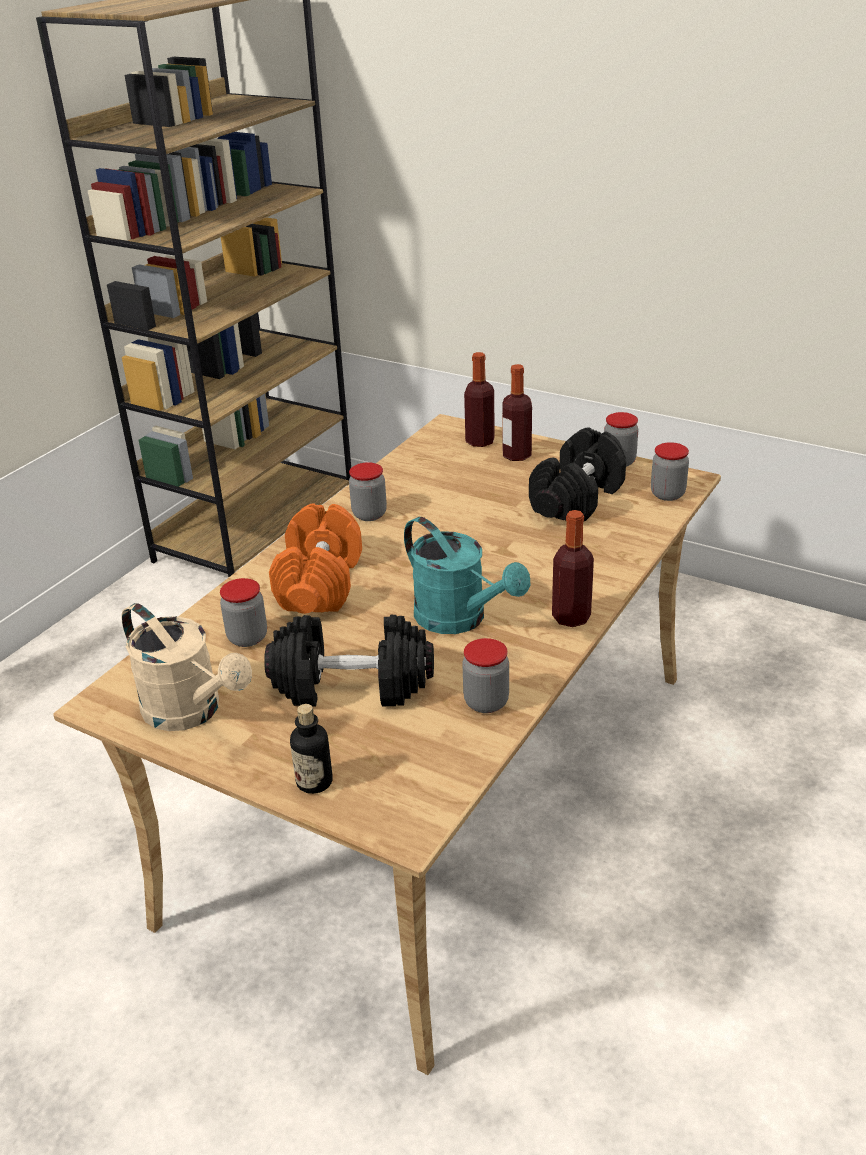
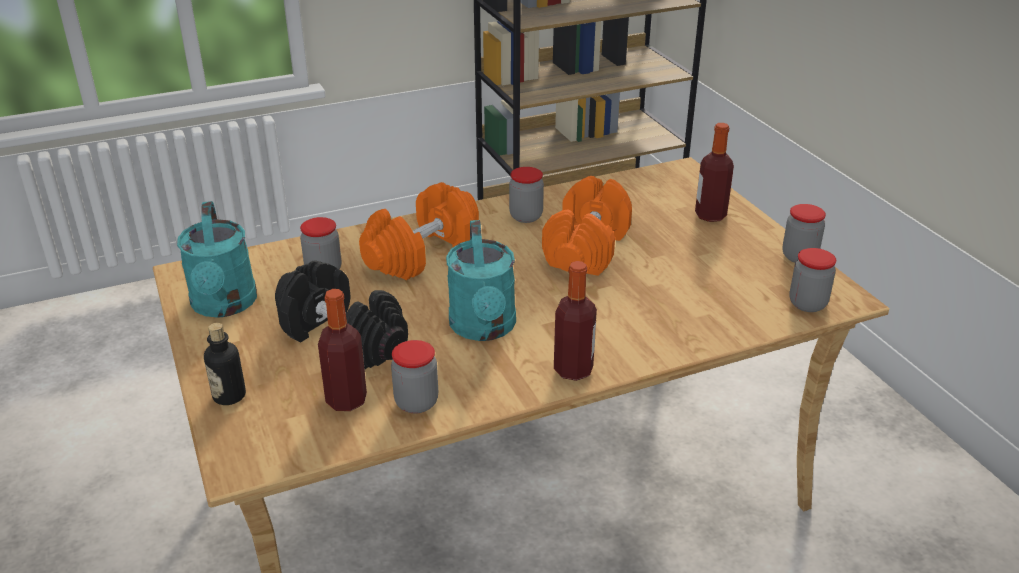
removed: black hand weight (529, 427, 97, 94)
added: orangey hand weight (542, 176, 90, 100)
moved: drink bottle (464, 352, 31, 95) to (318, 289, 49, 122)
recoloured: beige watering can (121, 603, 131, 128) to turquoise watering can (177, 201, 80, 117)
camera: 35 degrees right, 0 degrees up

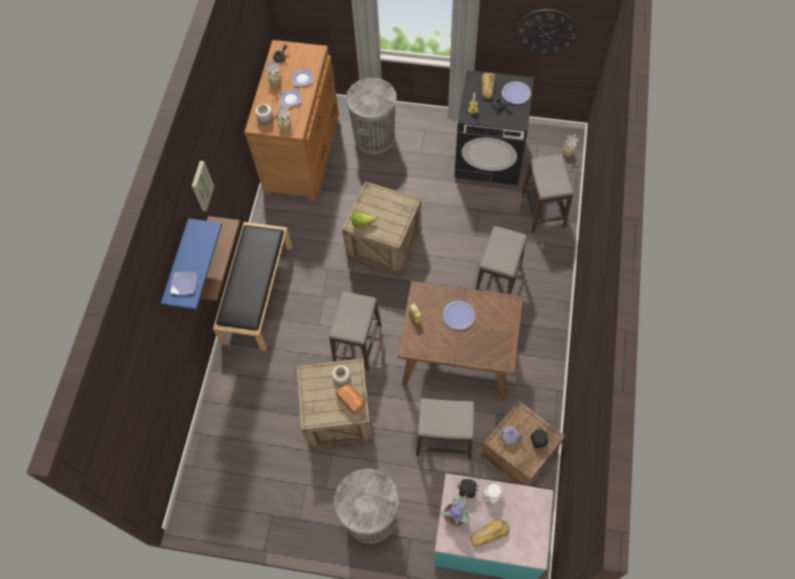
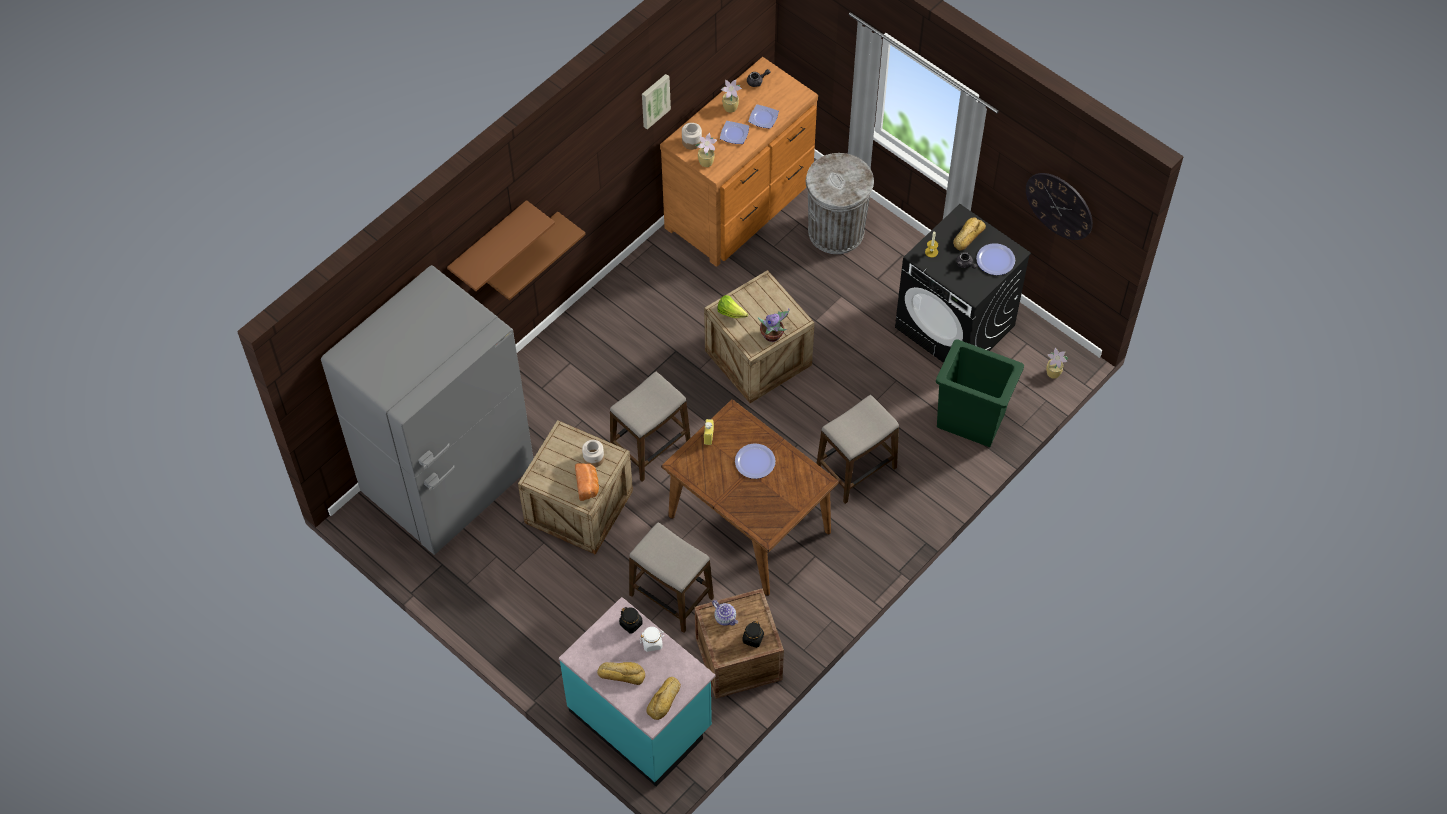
removed: plate (171, 272, 26, 23); black long seat (213, 222, 79, 129); gray waste bin (334, 469, 65, 75)
added: gray refrigerator (321, 265, 213, 290); baked bread (646, 677, 35, 43)
moved: wall picture (192, 161, 22, 50) to (642, 74, 29, 55); potted plant (440, 494, 31, 33) to (758, 308, 32, 34)
replaced: stool (522, 155, 51, 78) to greenish waste bin (936, 339, 88, 108)
recoloured: bluish shelf (161, 218, 61, 92) to brownish shelf (447, 200, 108, 91)
camera: 30 degrees right, 5 degrees down

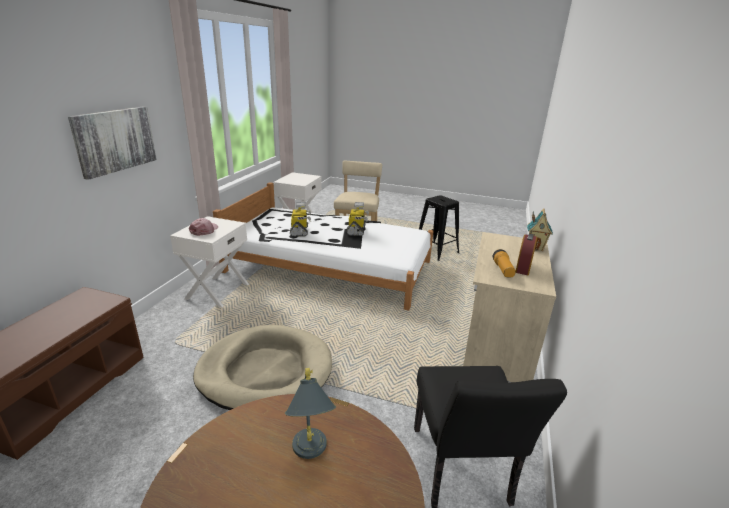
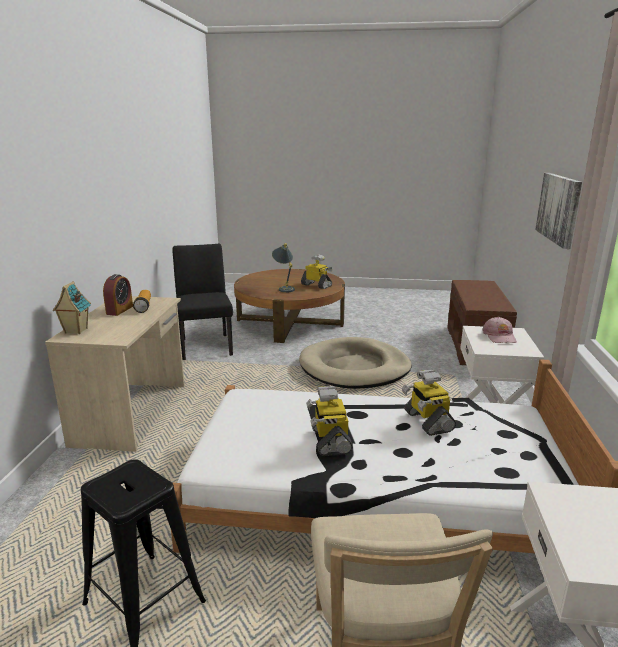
added: toy robot (301, 254, 32, 35)
camera: 170 degrees right, 5 degrees down

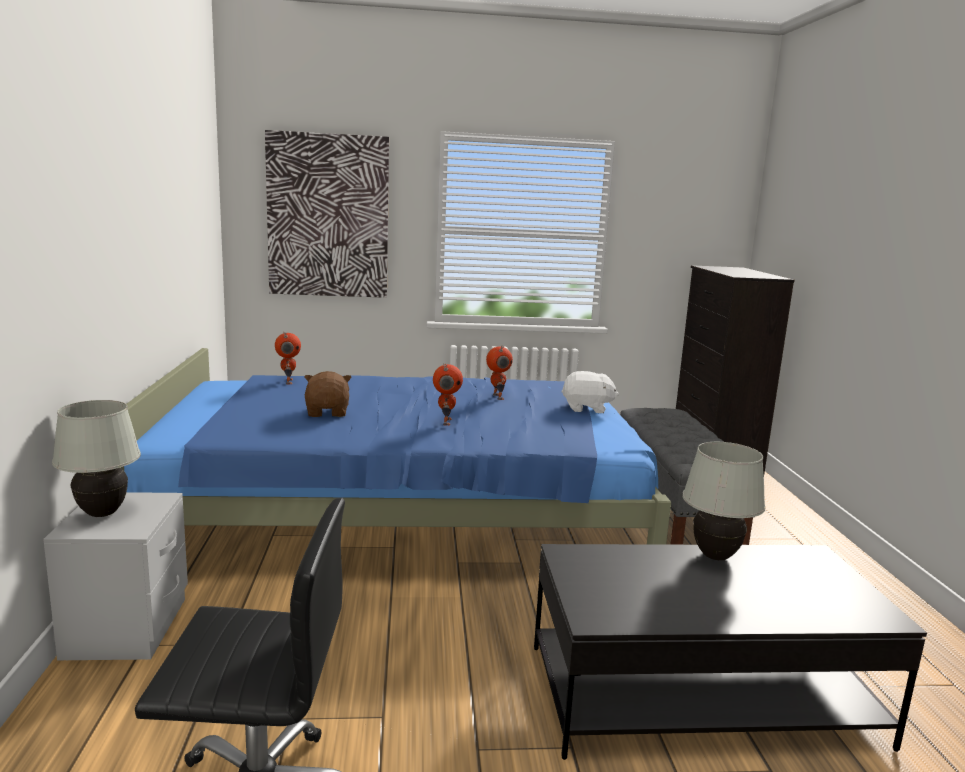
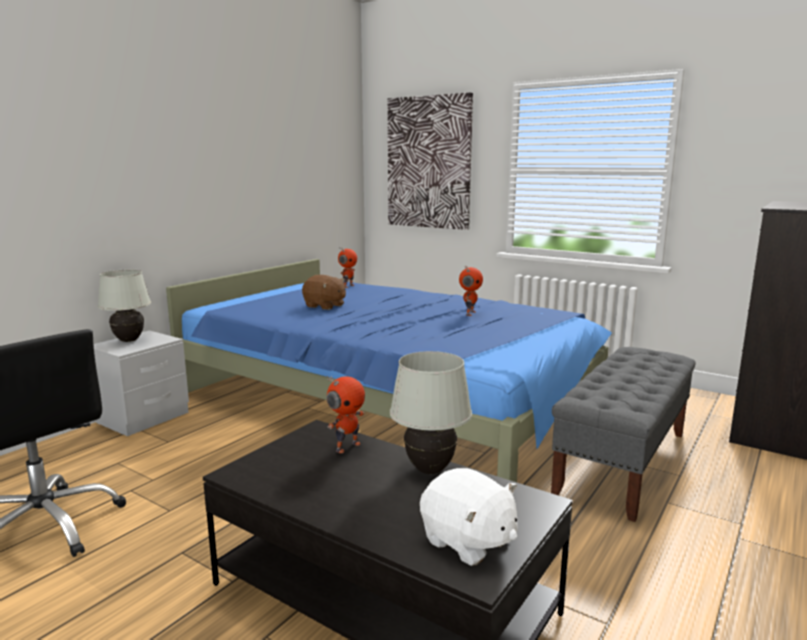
moved: toy robot (433, 363, 30, 63) to (327, 376, 38, 77); whitish plush toy (561, 371, 58, 42) to (420, 468, 97, 98)
turned: brownish plush toy (304, 371, 48, 46) = (302, 275, 44, 35) 90 degrees clockwise
camera: 40 degrees right, 0 degrees up

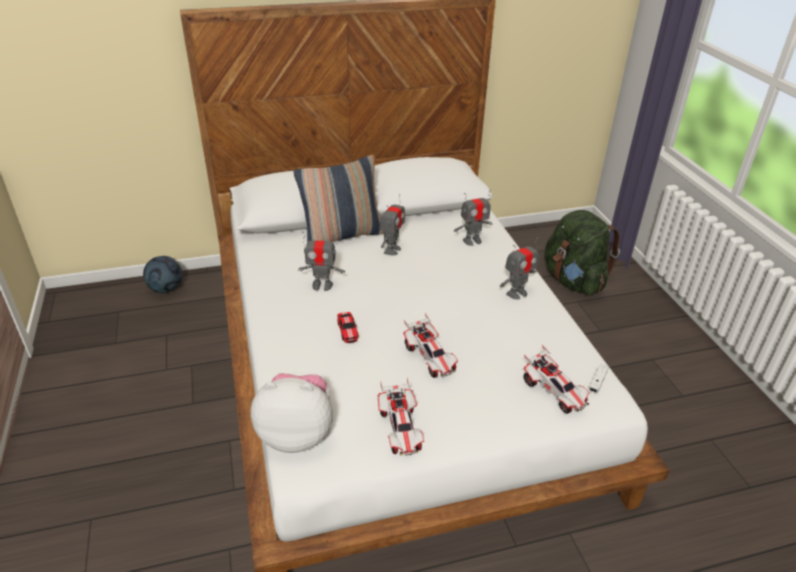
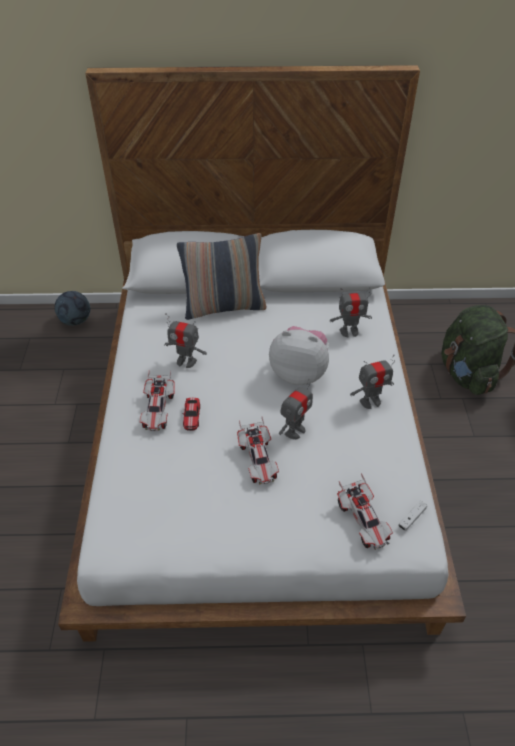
moved: plush toy (250, 373, 83, 80) to (269, 326, 60, 59); toy car (378, 378, 46, 78) to (140, 371, 35, 60); toy robot (379, 194, 26, 62) to (279, 379, 34, 61)
camera: 15 degrees right, 10 degrees up

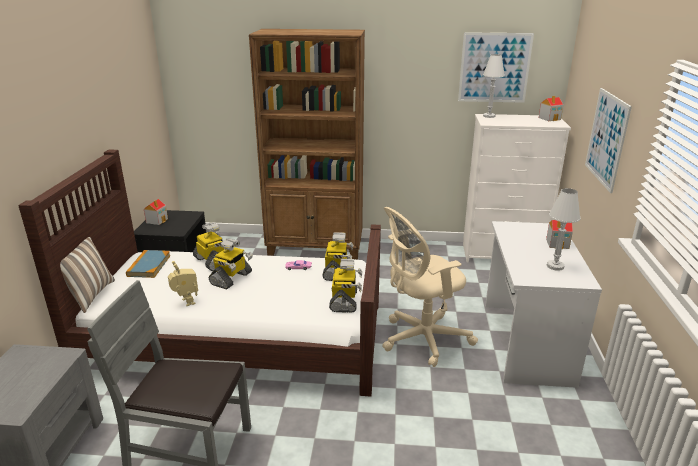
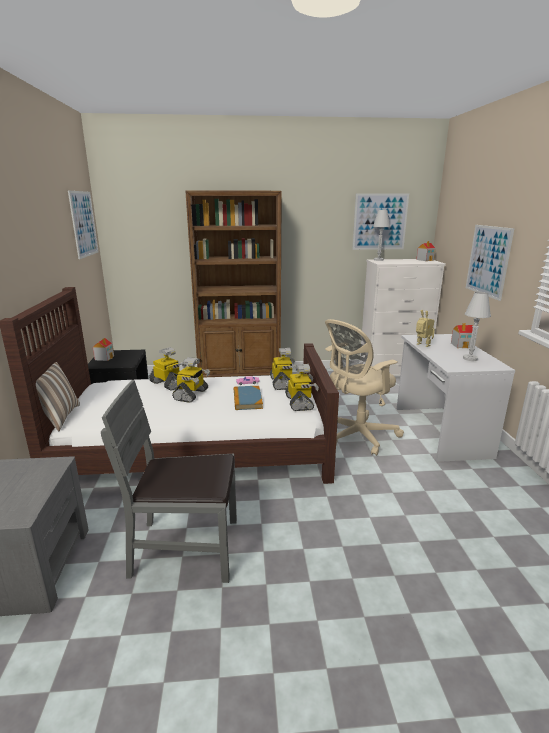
added: wall picture (68, 191, 31, 68)
moved: bound book (126, 250, 44, 28) to (234, 386, 29, 24); toy robot (168, 261, 30, 45) to (416, 310, 19, 37)
camera: 10 degrees left, 5 degrees down

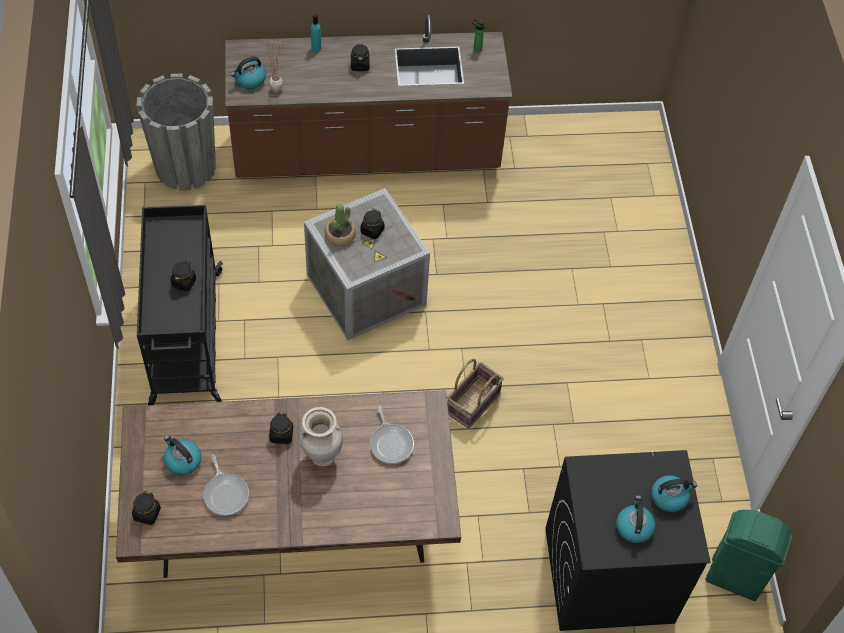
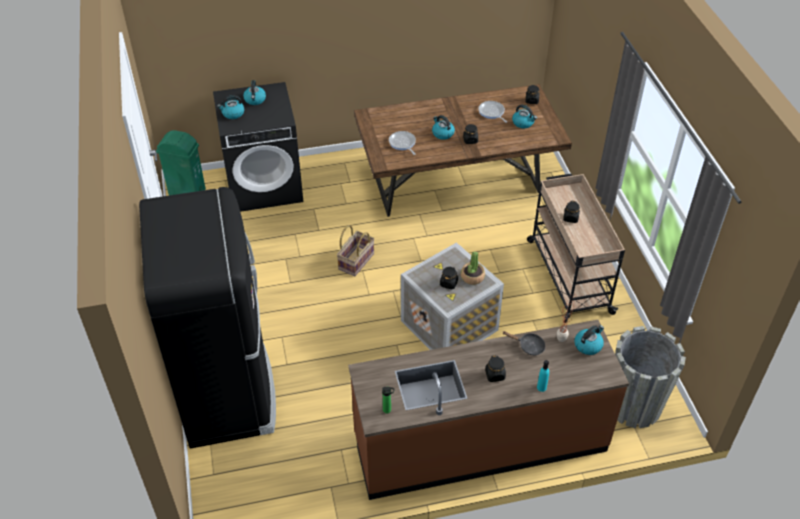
added: black refrigerator (139, 187, 137, 261); black pan (502, 331, 44, 24)
replaced: beige vase (300, 407, 43, 59) to tea kettle (432, 115, 23, 25)
recoloured: black wheeled cart (137, 205, 86, 200) to beige wheeled cart (527, 174, 98, 149)
camera: 175 degrees right, 10 degrees down

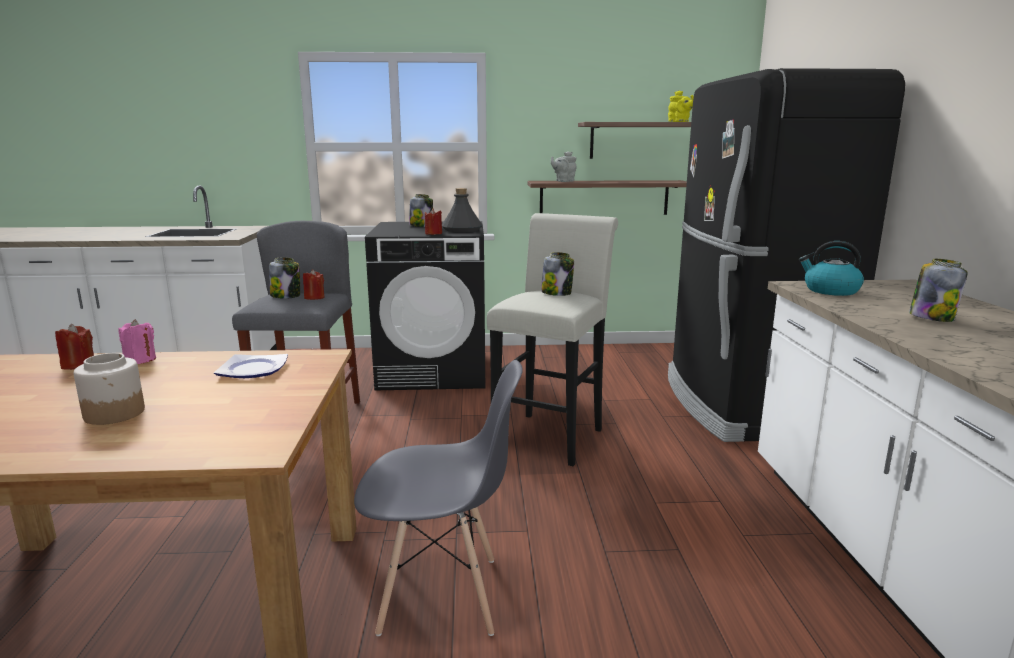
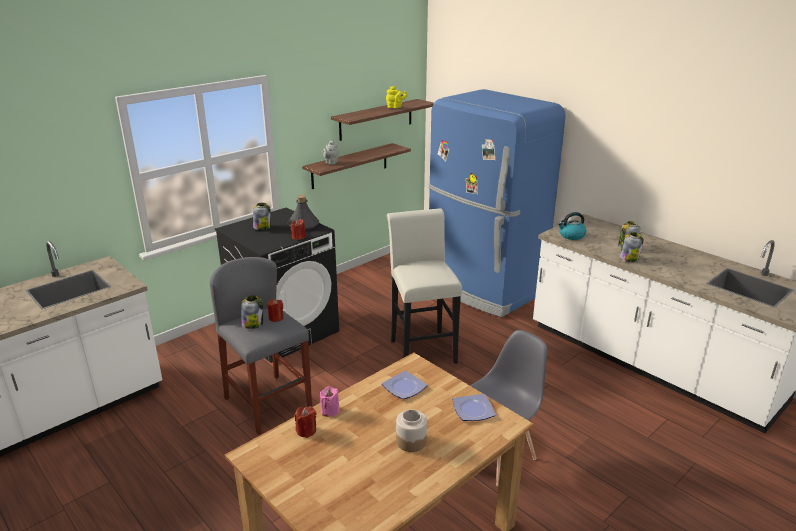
added: plate (452, 394, 44, 27)
moved: preserve jar (541, 252, 33, 44) to (620, 232, 24, 30)
recoloured: black refrigerator (668, 68, 237, 374) to bluish refrigerator (428, 89, 138, 228)
camera: 40 degrees left, 10 degrees up

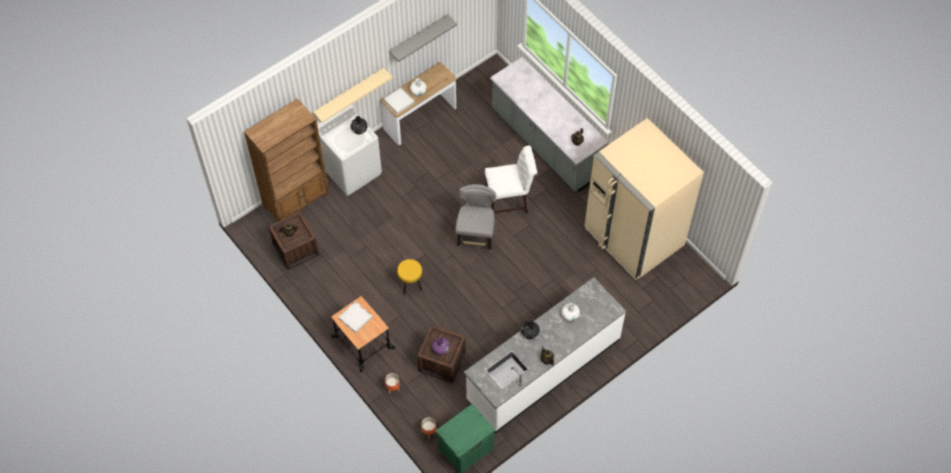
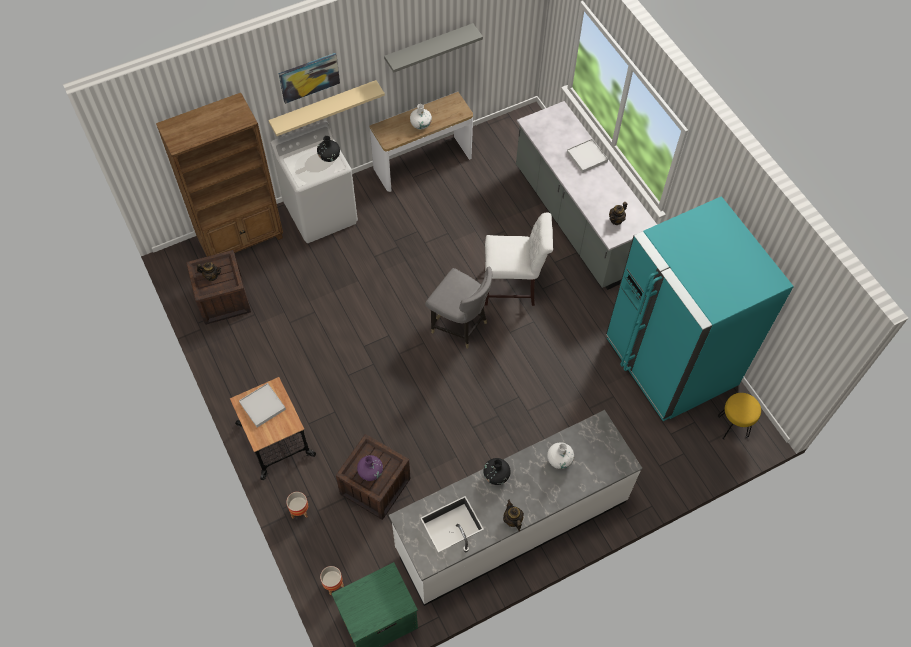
added: wall picture (279, 53, 61, 51)
moved: whitish tray (384, 87, 31, 27) to (567, 139, 41, 34); yellow stool (397, 259, 25, 36) to (718, 393, 43, 46)
recoloured: beige refrigerator (584, 118, 120, 162) to turquoise refrigerator (606, 196, 188, 225)
turned: gray upright chair (455, 184, 41, 68) = (425, 267, 67, 82) 105 degrees clockwise
camera: 10 degrees right, 0 degrees up

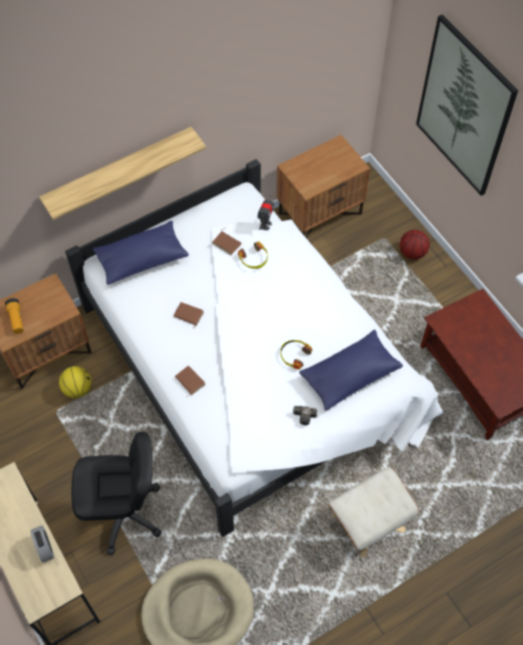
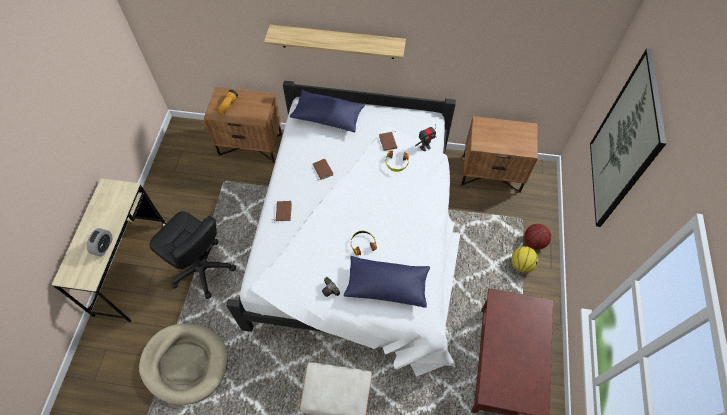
moved: basketball ball (59, 366, 32, 32) to (511, 246, 27, 27)
camera: 40 degrees right, 0 degrees up

